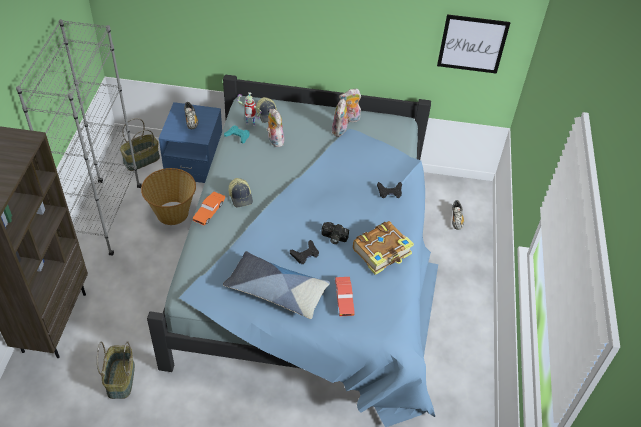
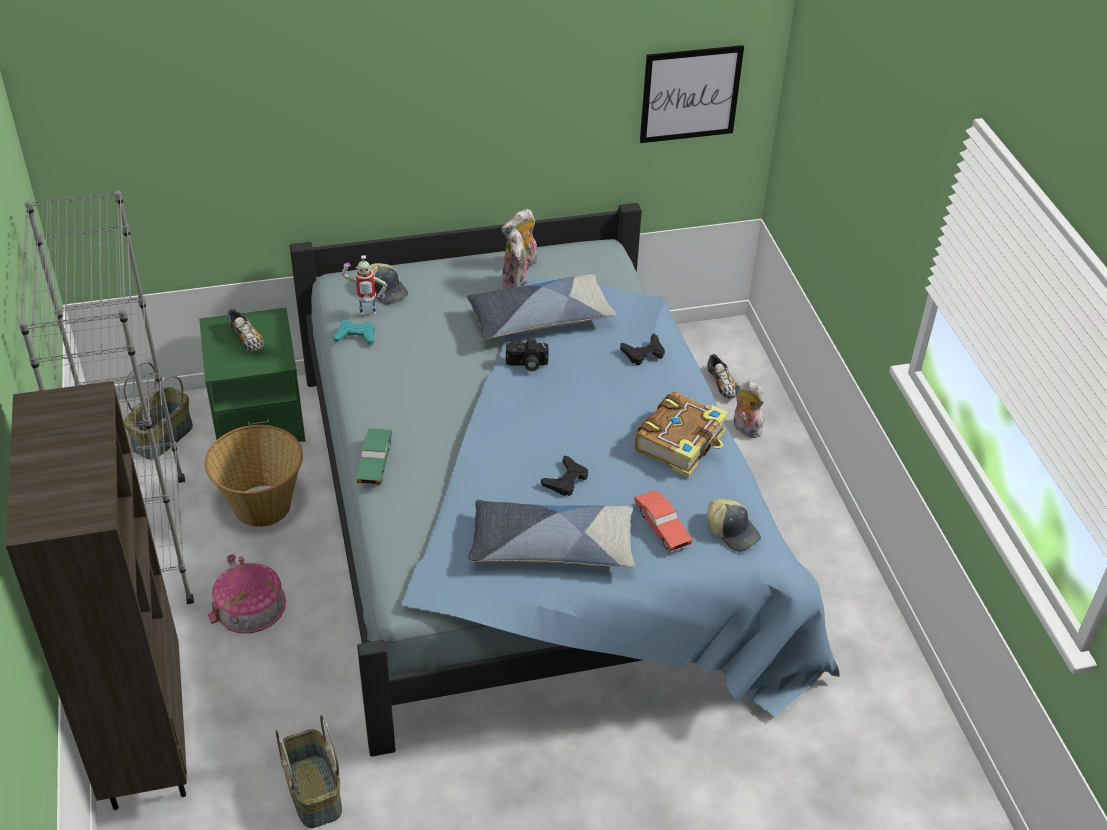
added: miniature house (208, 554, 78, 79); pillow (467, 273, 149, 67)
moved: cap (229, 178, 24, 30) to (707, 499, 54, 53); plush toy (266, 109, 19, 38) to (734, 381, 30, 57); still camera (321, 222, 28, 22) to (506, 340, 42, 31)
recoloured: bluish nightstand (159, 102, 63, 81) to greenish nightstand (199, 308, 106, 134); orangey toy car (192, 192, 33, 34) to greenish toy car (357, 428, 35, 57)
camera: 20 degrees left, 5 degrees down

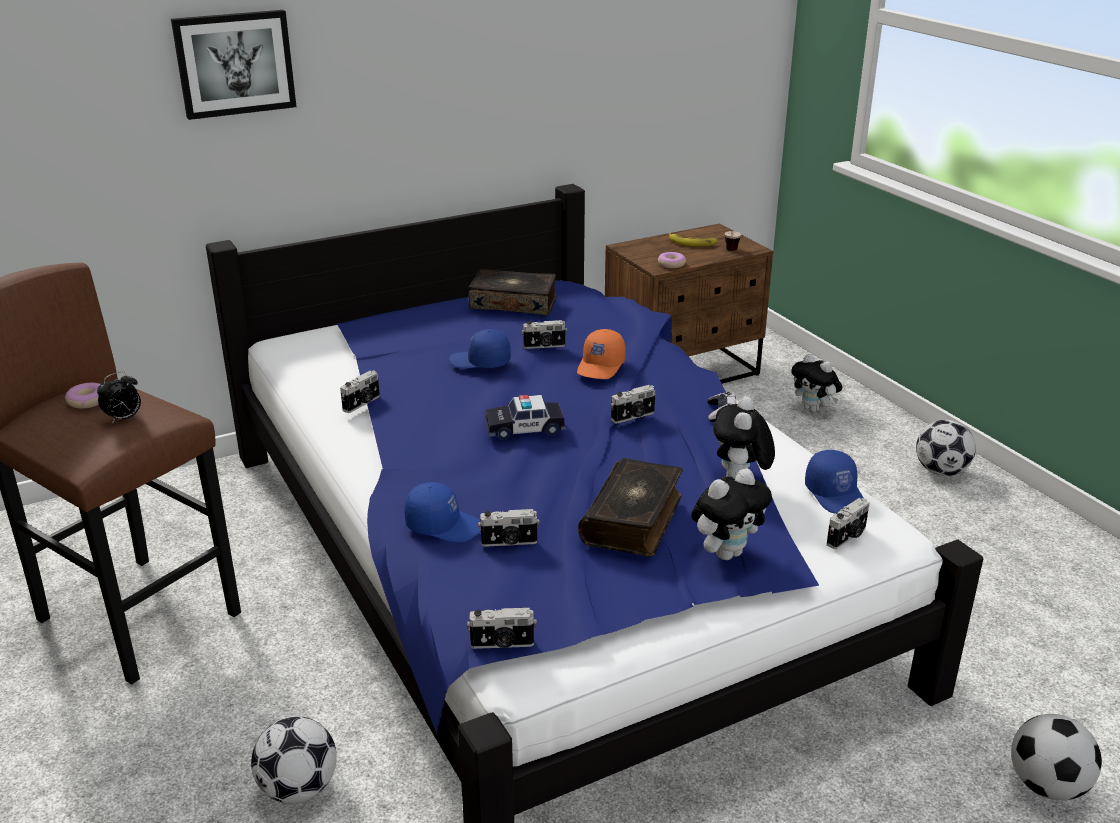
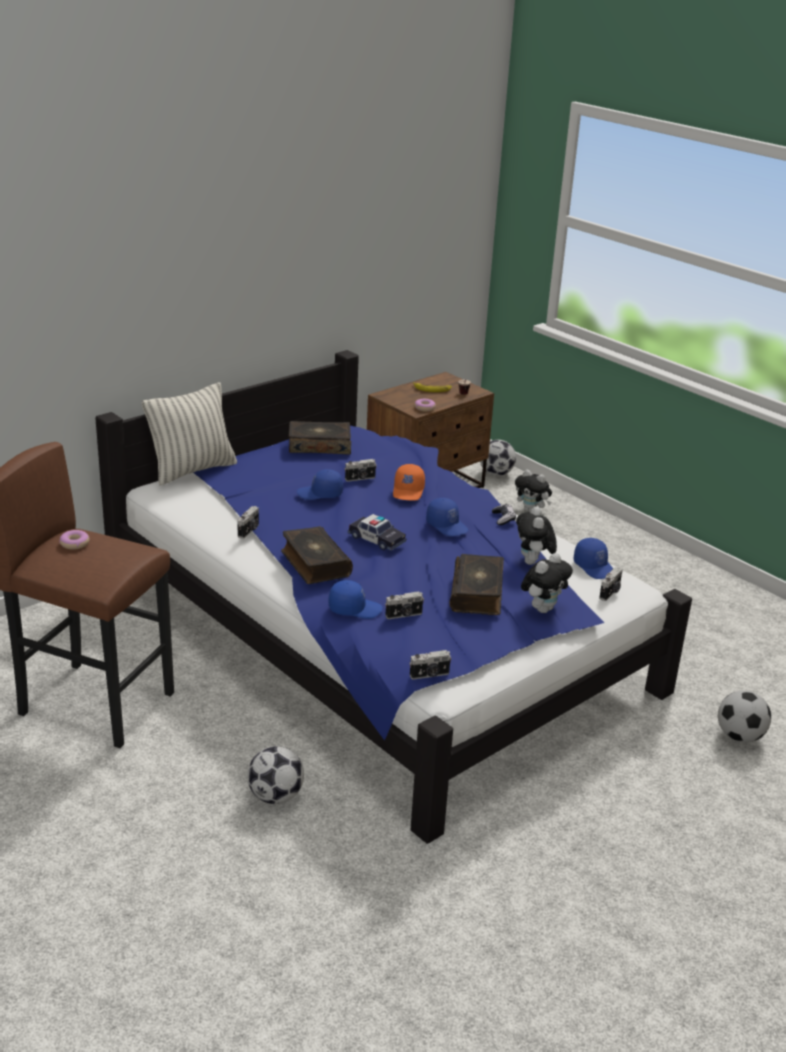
removed: table clock (97, 372, 44, 52); wall picture (171, 10, 125, 110)
added: pillow (142, 382, 95, 103); bound book (281, 526, 72, 58)
moved: football (916, 420, 60, 56) to (480, 440, 36, 36)
replaced: still camera (611, 385, 45, 38) to bluish cap (426, 498, 43, 39)
turned: toy car (484, 395, 82, 45) = (348, 514, 58, 37) 120 degrees counterclockwise
camera: 15 degrees left, 0 degrees up

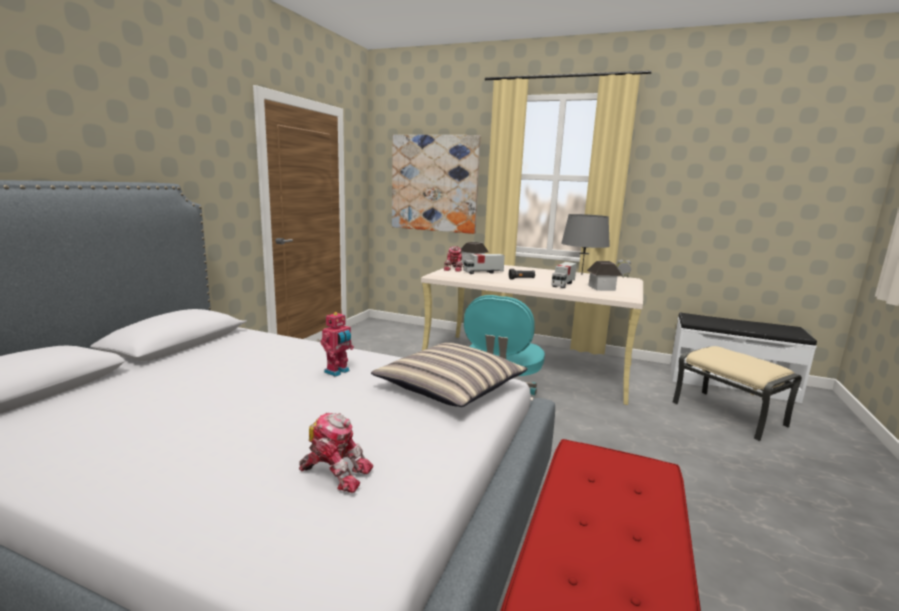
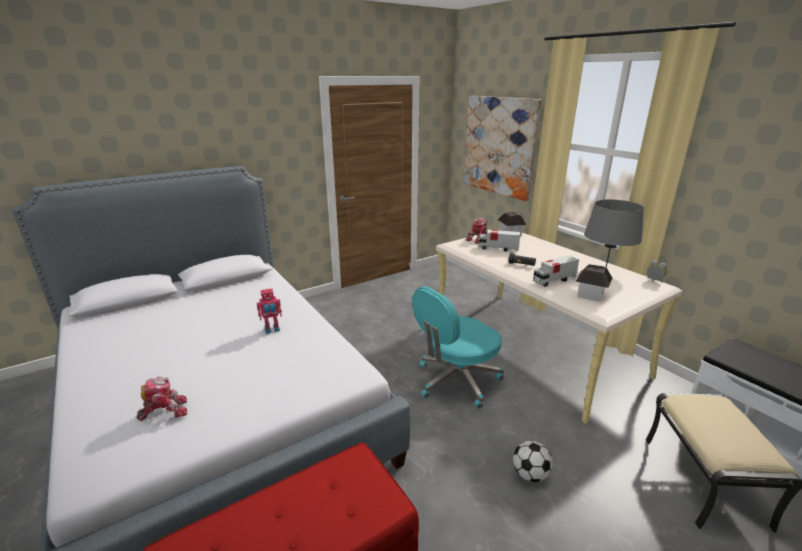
removed: pillow (371, 342, 157, 65)
added: football (513, 441, 40, 41)
turned: toy robot (299, 413, 74, 80) = (137, 377, 50, 44) 75 degrees counterclockwise
camera: 35 degrees right, 10 degrees up

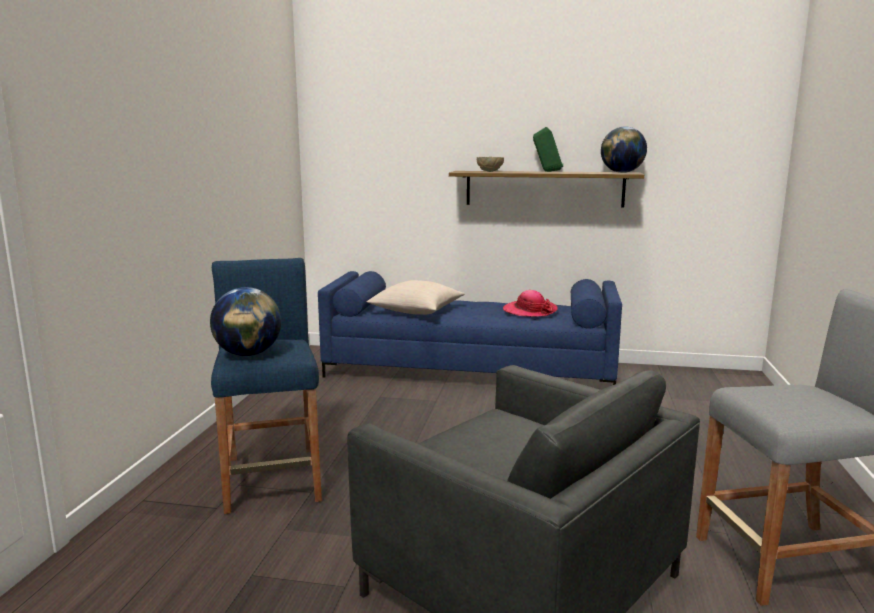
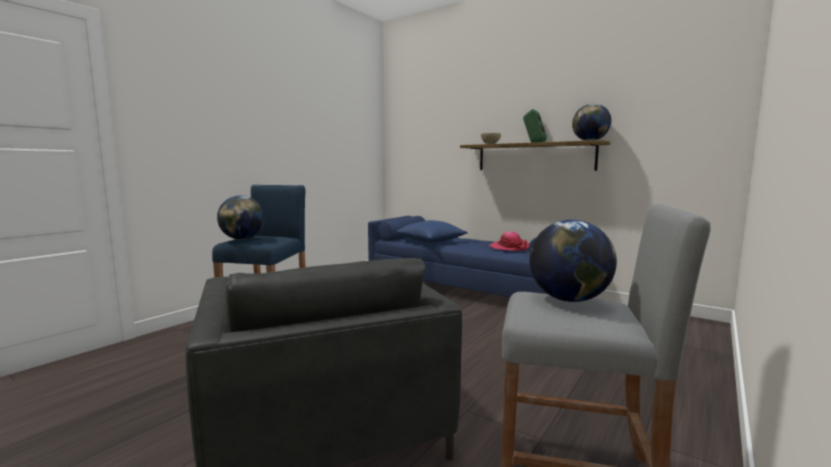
added: world globe (529, 220, 88, 82)
recoloured: beige pillow (367, 280, 98, 35) to bluish pillow (396, 220, 72, 23)
camera: 25 degrees right, 5 degrees down

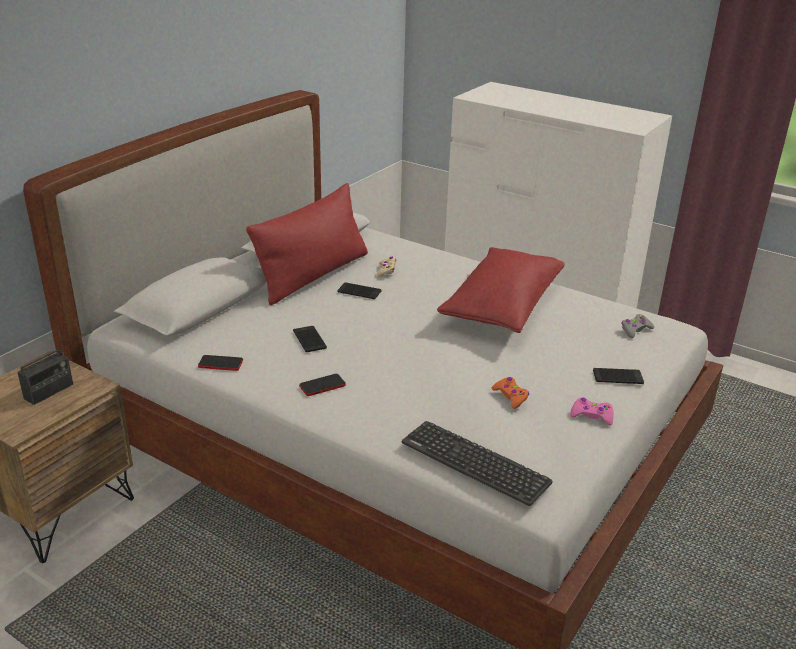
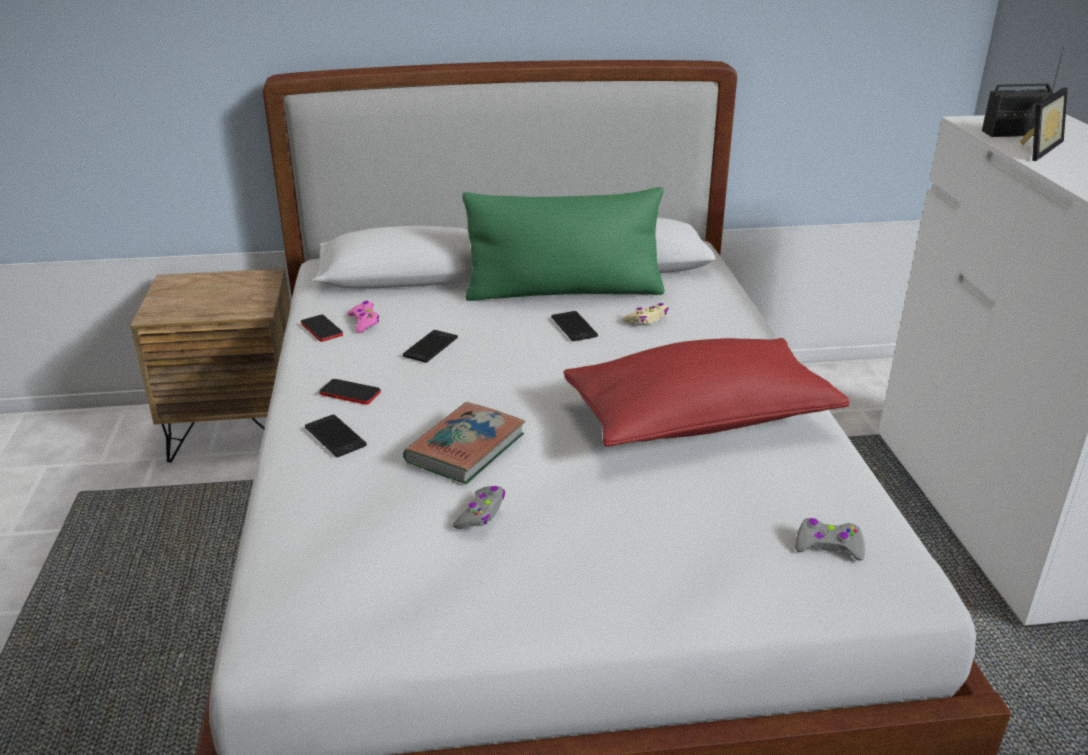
removed: keyboard (401, 421, 152, 85)
added: bound book (403, 402, 122, 82); photo frame (1020, 88, 48, 73)
moved: radio set (17, 327, 56, 78) to (982, 47, 82, 90); pinkish gamepad (570, 398, 44, 27) to (347, 301, 32, 32); phone (593, 368, 51, 16) to (305, 414, 62, 43)
recoloured: red-coloured pillow (246, 183, 122, 122) to greenish pillow (462, 187, 203, 114); orangey gamepad (492, 377, 37, 32) to gray gamepad (453, 486, 52, 43)
camera: 50 degrees right, 0 degrees up

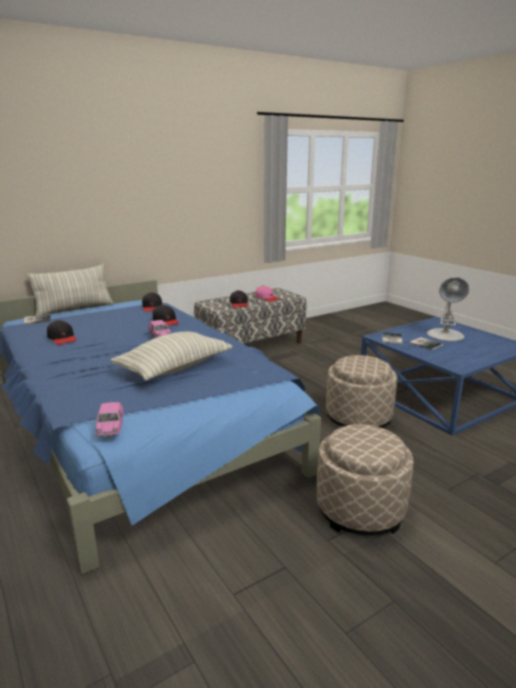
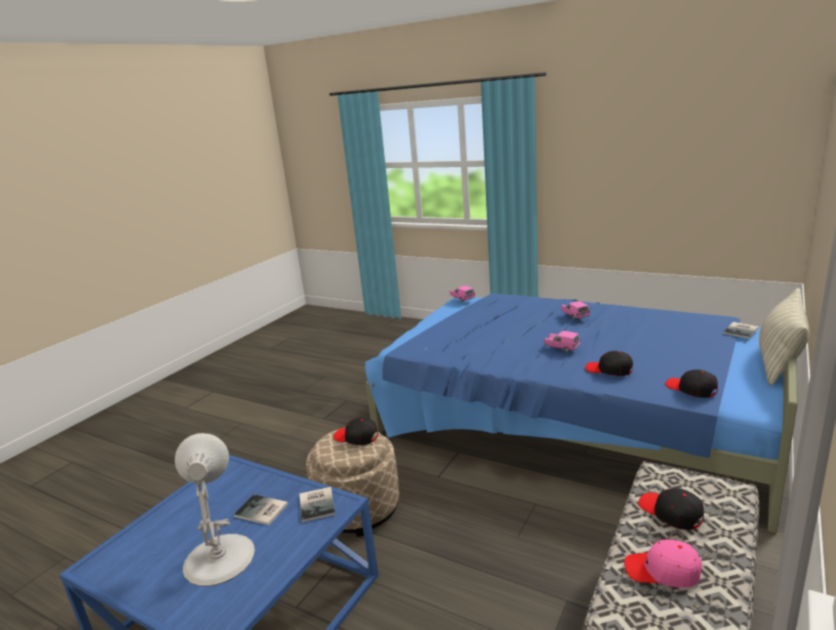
removed: pillow (110, 332, 123, 49); beige ottoman (317, 424, 97, 112)
added: pinkish toy car (561, 301, 29, 19)
moved: black cap (47, 320, 29, 25) to (333, 418, 45, 27)
camera: 155 degrees right, 0 degrees up

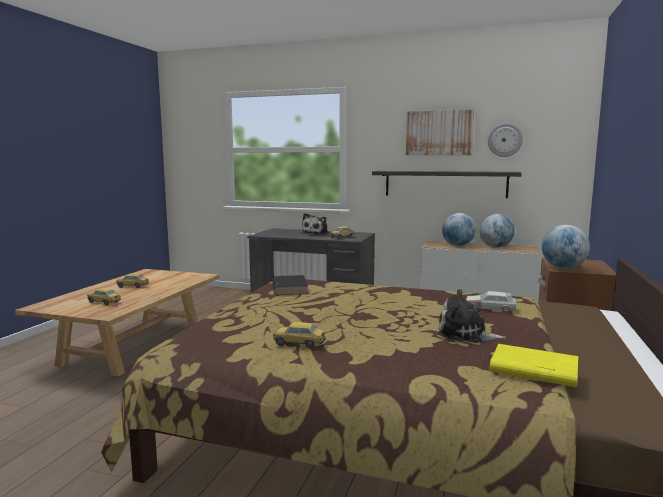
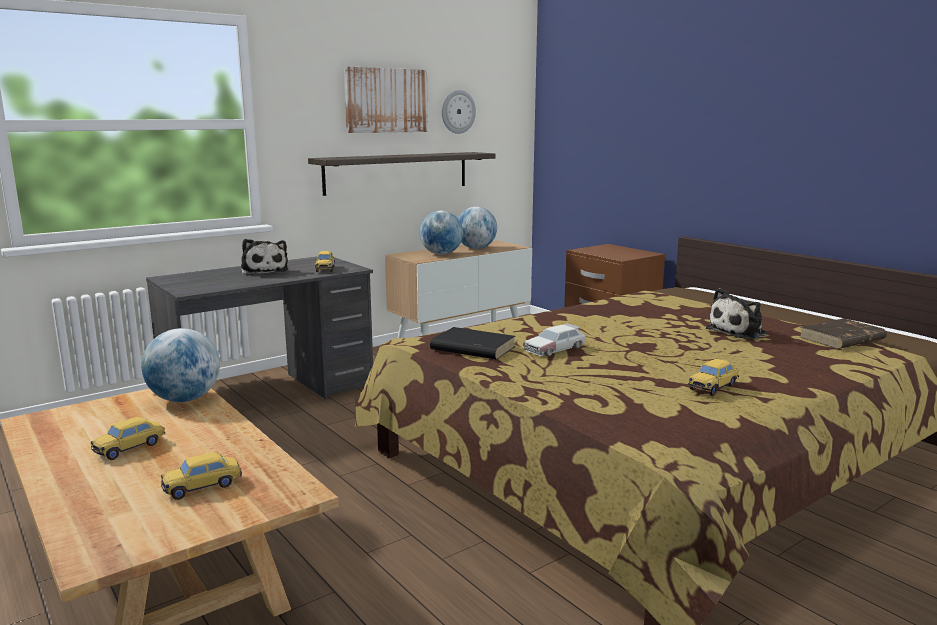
moved: toy car (466, 291, 51, 21) to (523, 323, 63, 33); world globe (542, 225, 48, 44) to (141, 328, 79, 74)
recoloured: yellow bound book (490, 344, 88, 43) to brownish bound book (800, 318, 87, 31)
camera: 55 degrees left, 5 degrees up

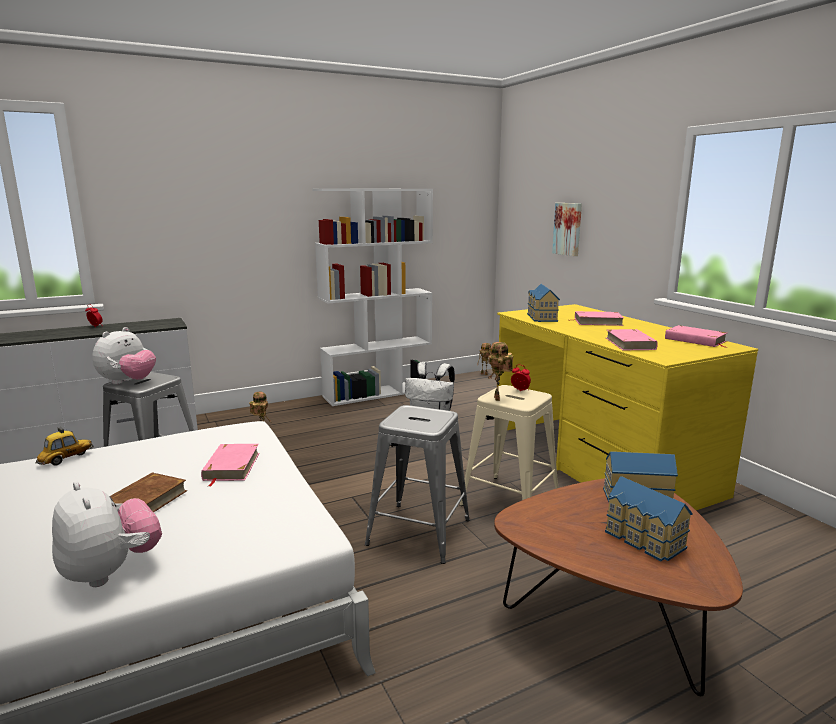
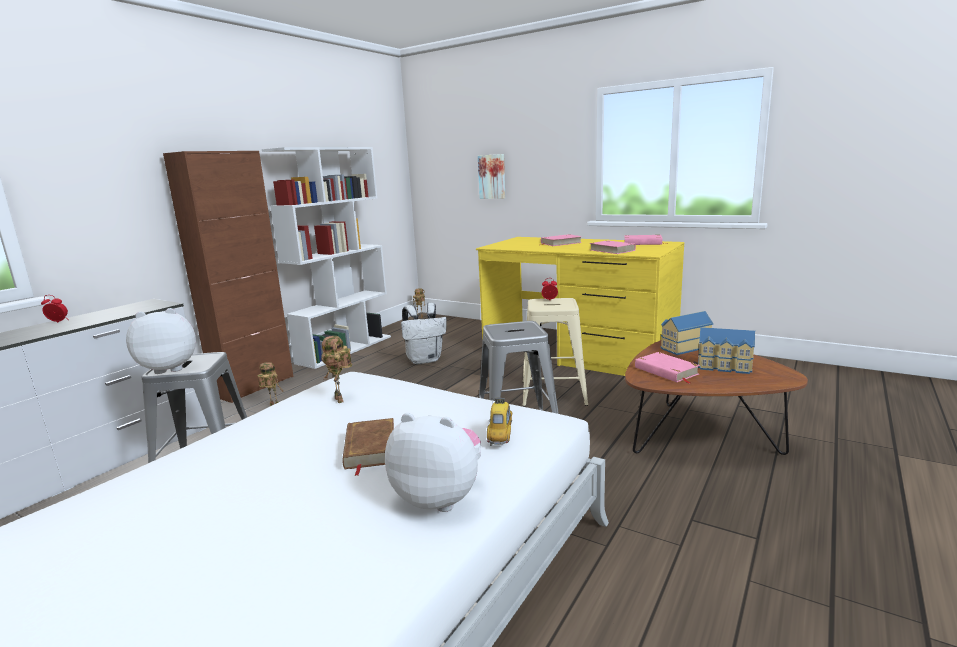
removed: miniature house (527, 283, 33, 39)
added: brownish cupboard (163, 151, 131, 252)
moved: toy car (35, 427, 58, 39) to (487, 398, 25, 48); pinkish bound book (201, 444, 58, 43) to (635, 352, 65, 32); toy robot (488, 342, 25, 59) to (321, 336, 31, 67)
turned: plush toy (92, 327, 64, 58) = (126, 308, 70, 66) 105 degrees counterclockwise
camera: 30 degrees left, 0 degrees up

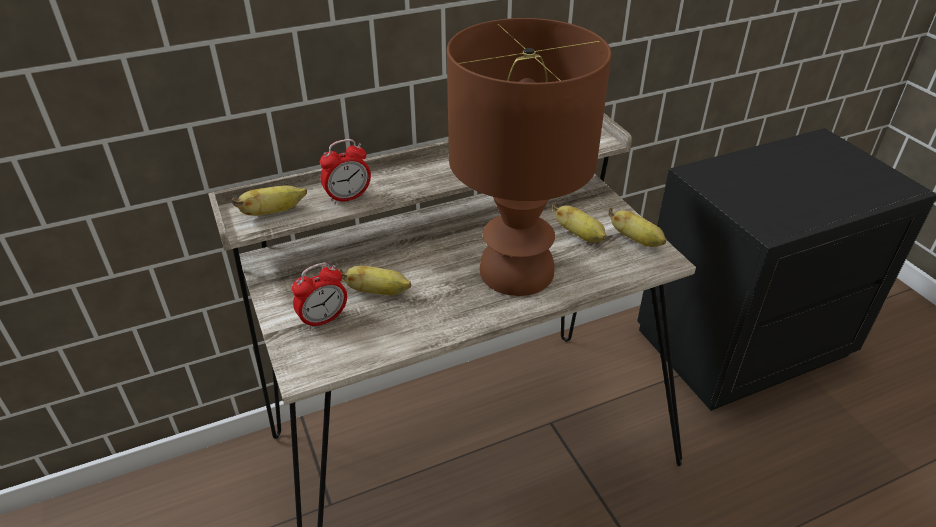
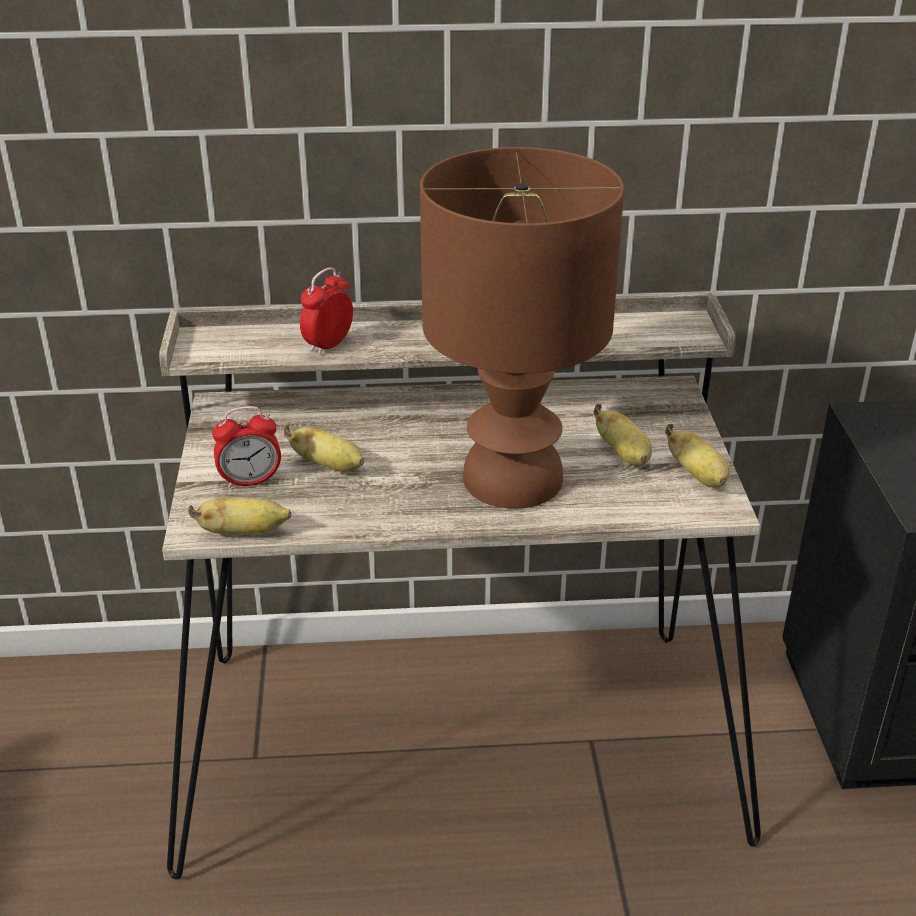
moved: banana fruit (232, 185, 75, 31) to (188, 498, 103, 36)
turned: table clock (320, 139, 51, 66) = (300, 267, 53, 88) 135 degrees clockwise
camera: 20 degrees right, 5 degrees down

